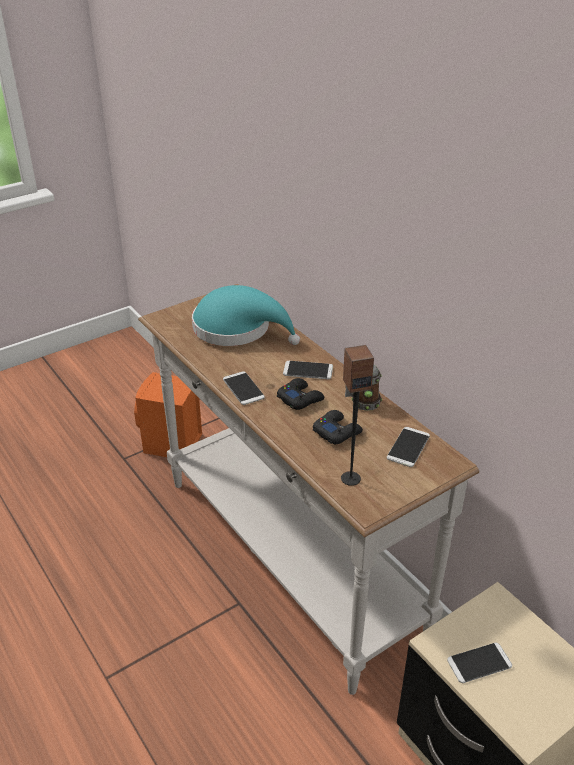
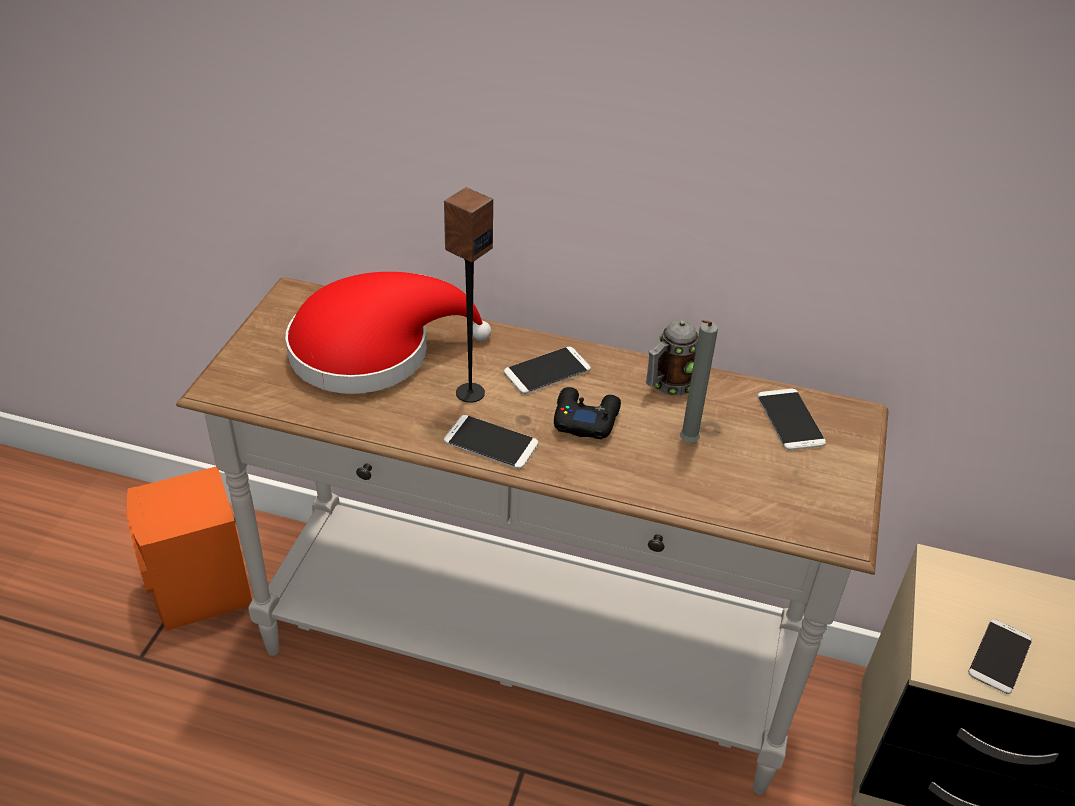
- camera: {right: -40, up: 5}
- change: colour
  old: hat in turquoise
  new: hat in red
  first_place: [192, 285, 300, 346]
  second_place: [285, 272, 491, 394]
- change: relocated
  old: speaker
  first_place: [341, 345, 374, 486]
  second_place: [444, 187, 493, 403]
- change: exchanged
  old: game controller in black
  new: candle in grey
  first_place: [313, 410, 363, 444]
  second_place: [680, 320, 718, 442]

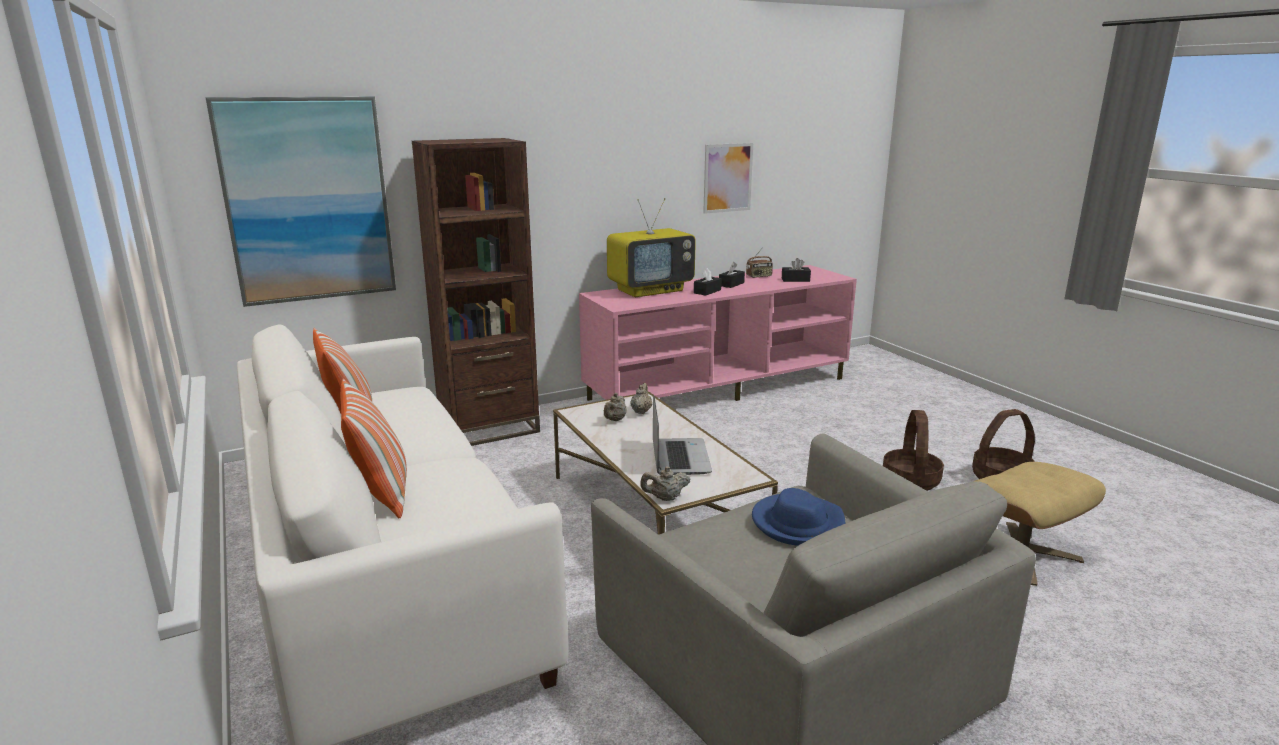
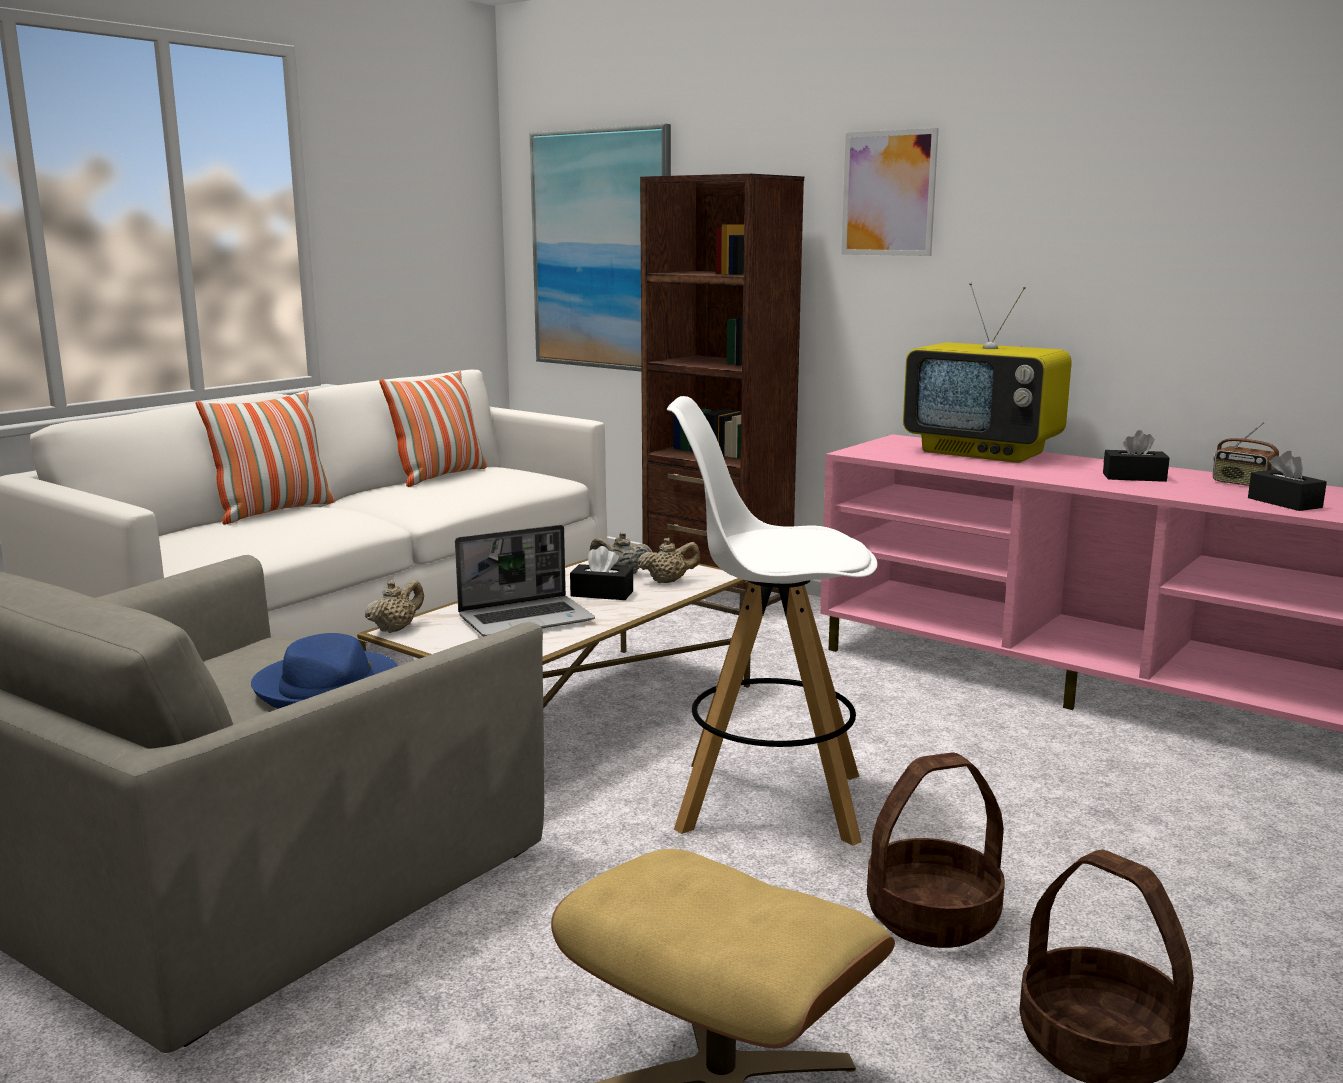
- camera: {right: 65, up: -5}
- change: relocated
  old: picture
  first_place: [703, 143, 753, 214]
  second_place: [841, 128, 939, 256]
- change: relocated
  old: tissue box in black
  first_place: [694, 268, 721, 296]
  second_place: [570, 546, 633, 600]
- change: spun
  old: teapot in beige
  first_place: [640, 466, 690, 501]
  second_place: [365, 580, 424, 633]
  degrees: 75
- change: appeared
  new: stool in white
  second_place: [667, 396, 878, 846]

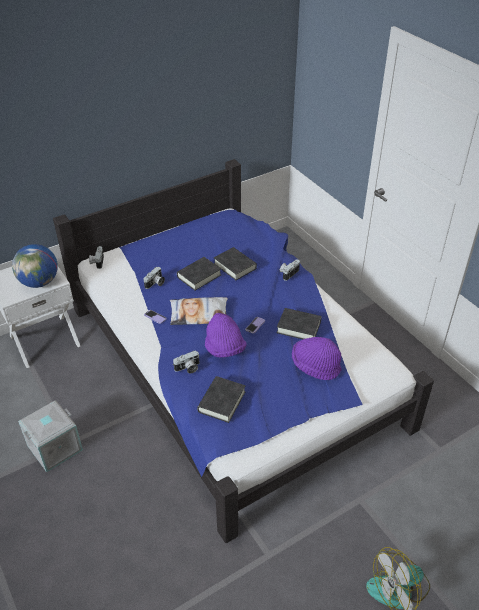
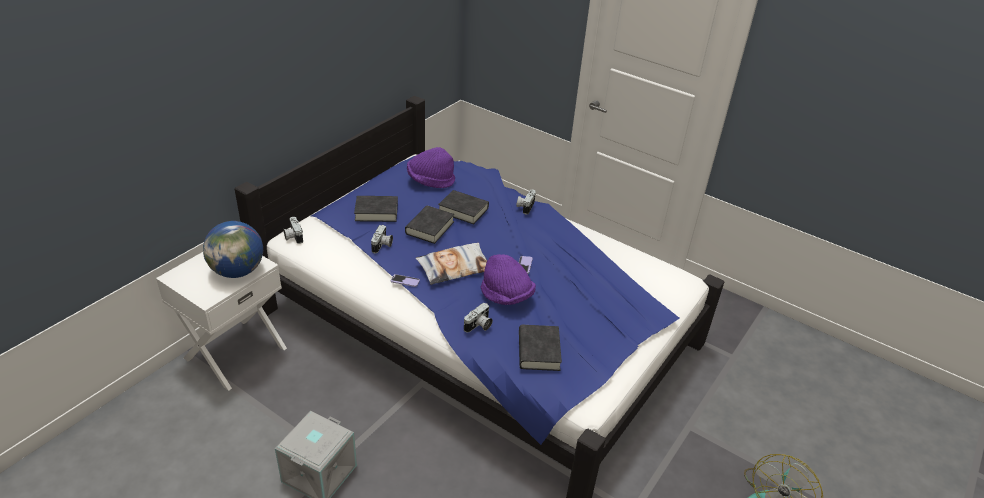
- camera: {right: -25, up: -5}
- change: relocated
  old: book in black
  first_place: [277, 308, 322, 339]
  second_place: [354, 196, 398, 222]
- change: relocated
  old: hat in purple
  first_place: [292, 337, 342, 380]
  second_place: [407, 147, 455, 188]

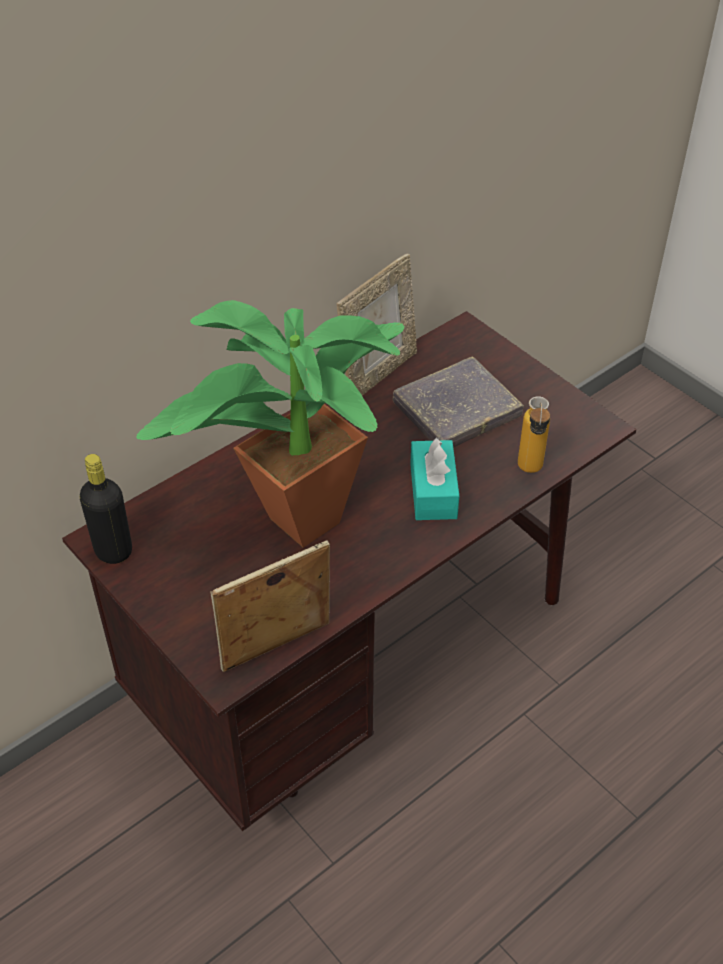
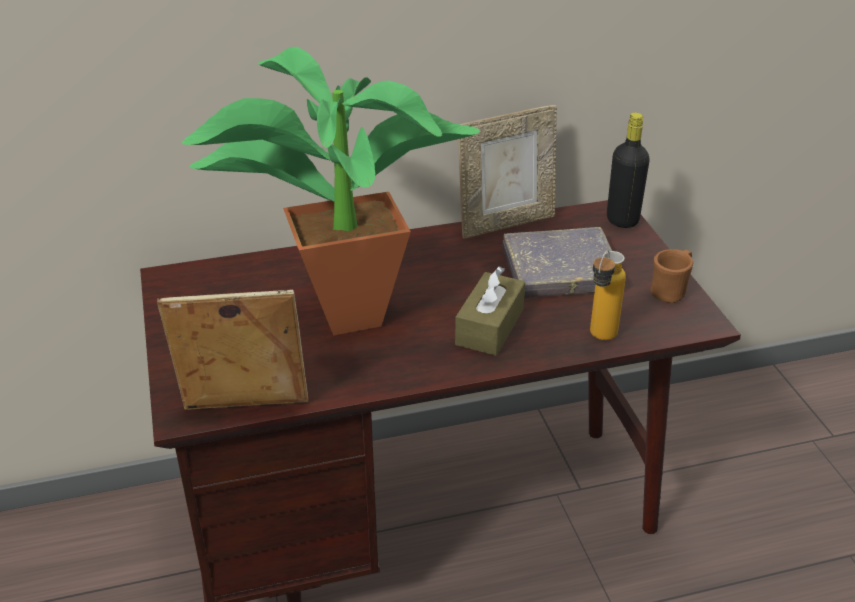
- camera: {right: 25, up: -10}
- change: colour
  old: tissue box in turquoise
  new: tissue box in brown
  first_place: [410, 437, 459, 520]
  second_place: [455, 266, 525, 356]
- change: relocated
  old: bottle in black
  first_place: [80, 454, 132, 564]
  second_place: [607, 112, 650, 228]
- change: appeared
  new: mug in brown
  second_place: [650, 249, 693, 303]

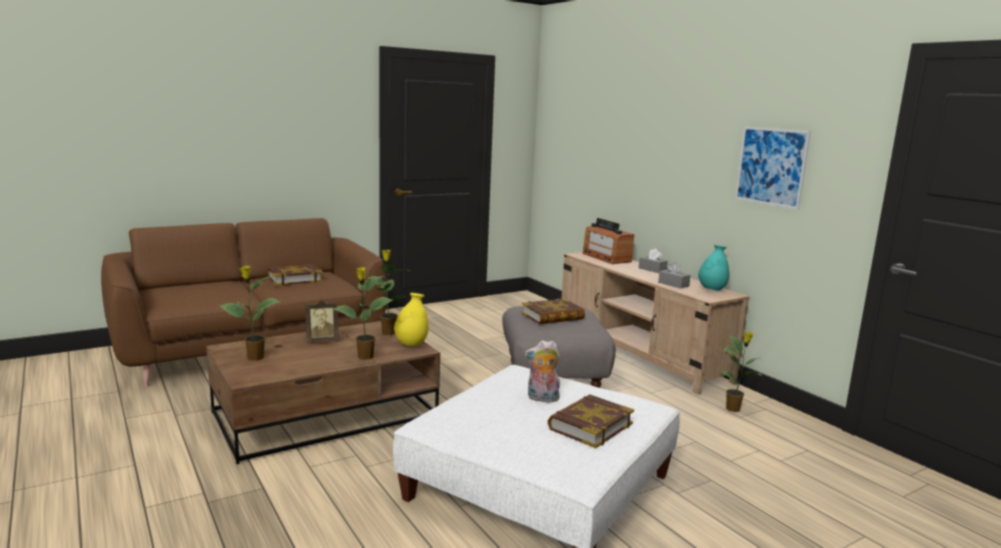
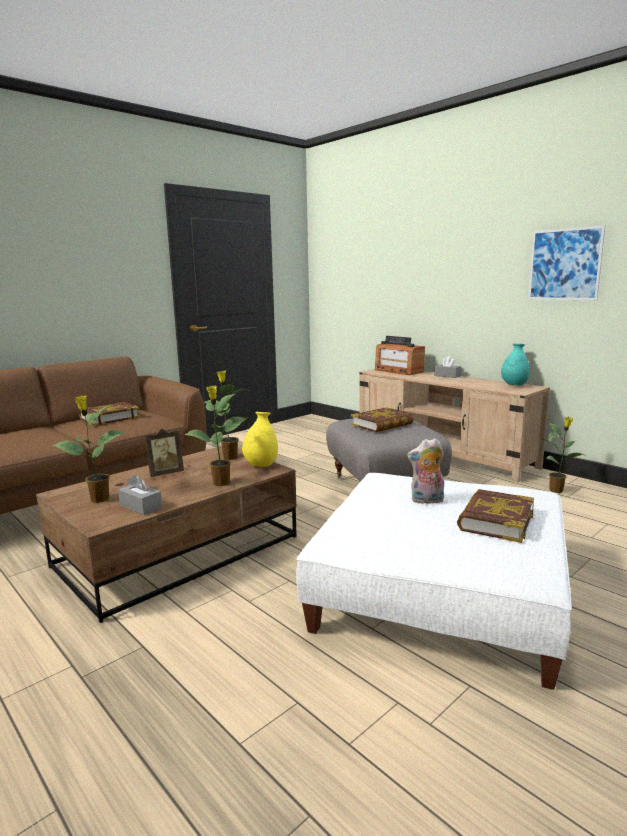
- camera: {right: -10, up: 0}
- change: relocated
  old: tissue box in grey
  first_place: [658, 262, 691, 289]
  second_place: [118, 474, 162, 515]

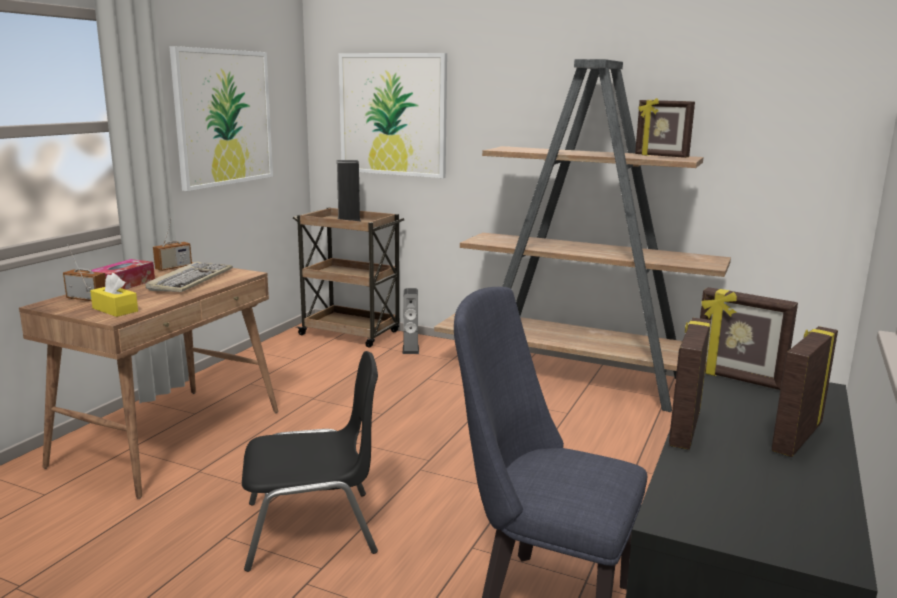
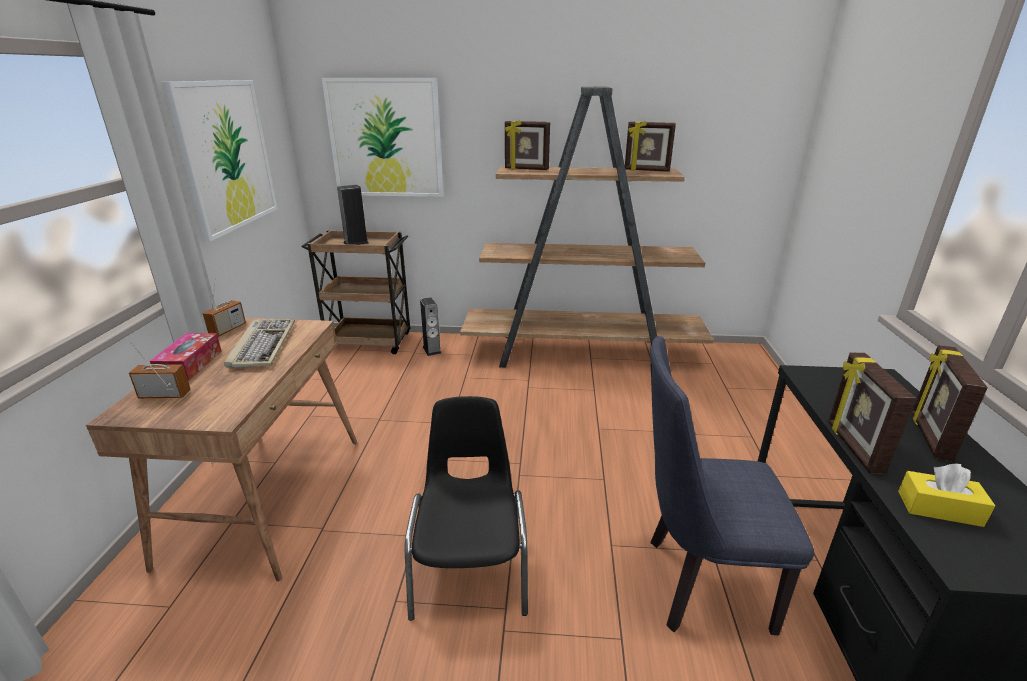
- camera: {right: -20, up: 10}
- change: relocated
  old: tissue box in yellow
  first_place: [90, 273, 138, 317]
  second_place: [898, 464, 995, 527]
- change: relocated
  old: picture frame
  first_place: [700, 287, 798, 390]
  second_place: [504, 120, 550, 170]
- change: spun
  old: chair in black
  first_place: [242, 351, 378, 572]
  second_place: [405, 396, 528, 621]
  degrees: -60

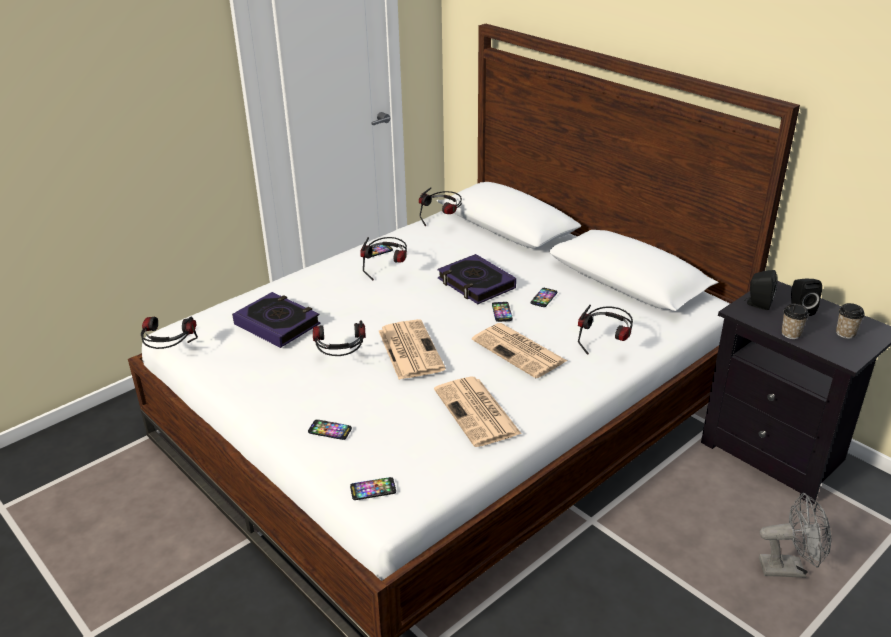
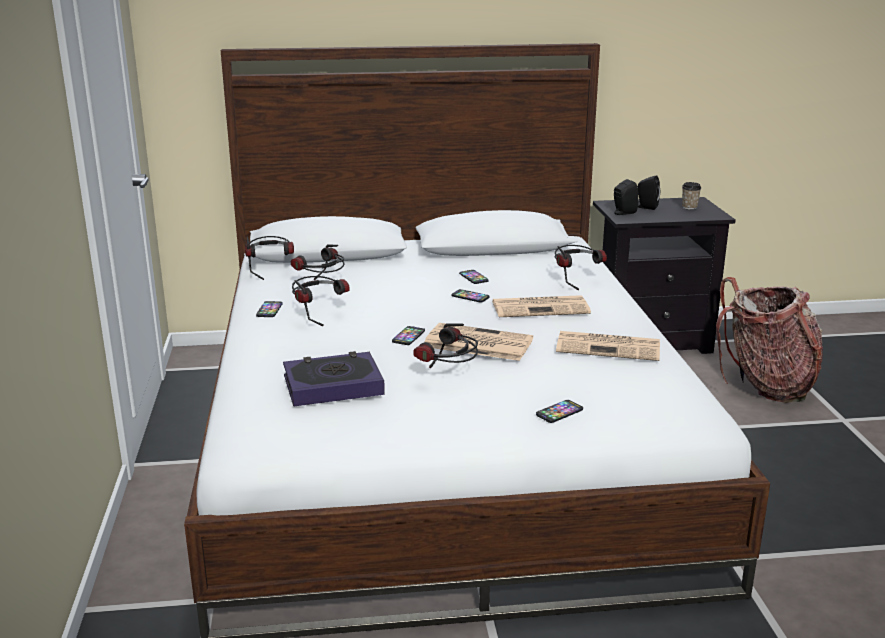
- camera: {right: -55, up: -10}
- change: missing
  old: book
  first_place: [437, 254, 516, 304]
- change: missing
  old: cup
  first_place: [782, 304, 809, 339]
- change: relocated
  old: headphones
  first_place: [141, 317, 198, 349]
  second_place: [291, 244, 345, 280]
- change: relocated
  old: phone
  first_place: [350, 477, 396, 500]
  second_place: [392, 326, 425, 345]
- change: exchanged
  old: fan in grey
  new: backpack
  first_place: [759, 493, 831, 578]
  second_place: [716, 277, 823, 403]

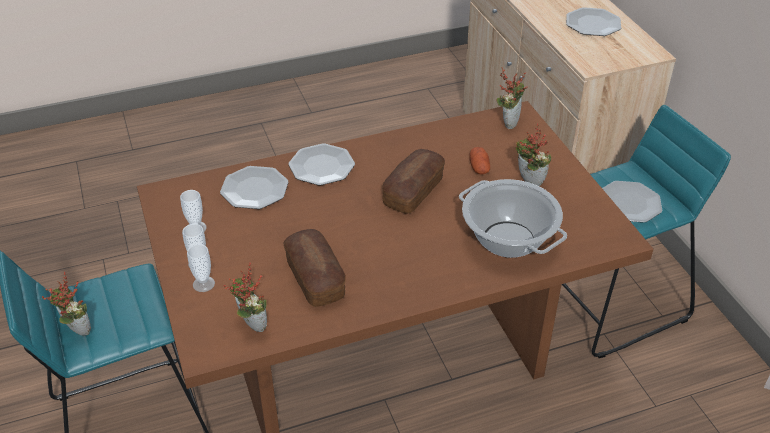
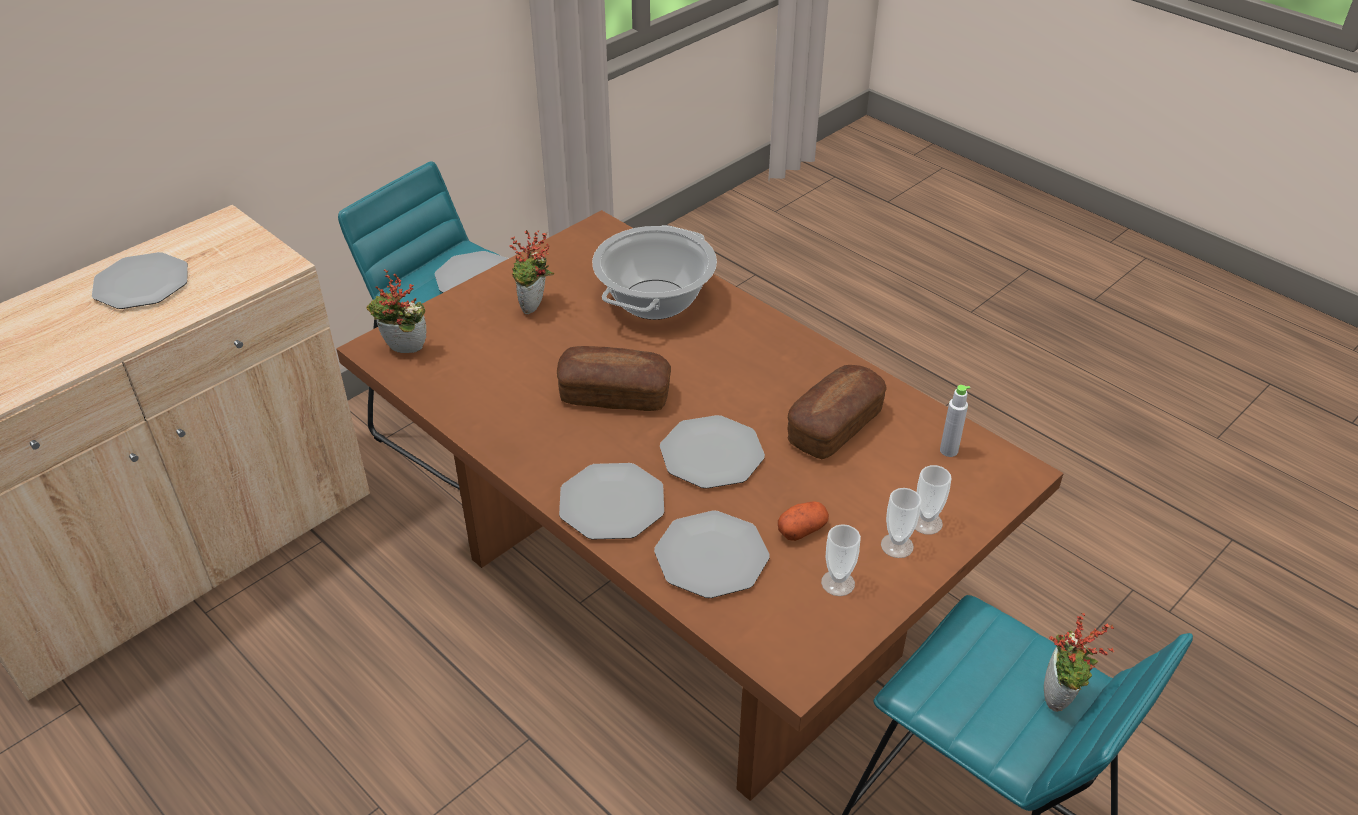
- camera: {right: -115, up: 0}
- change: relocated
  old: potato
  first_place: [470, 147, 490, 175]
  second_place: [778, 501, 829, 541]
- change: exchanged
  old: potted plant
  new: bottle in grey
  first_place: [223, 263, 267, 332]
  second_place: [940, 385, 970, 457]
- change: appeared
  new: plate
  second_place: [660, 415, 765, 489]

